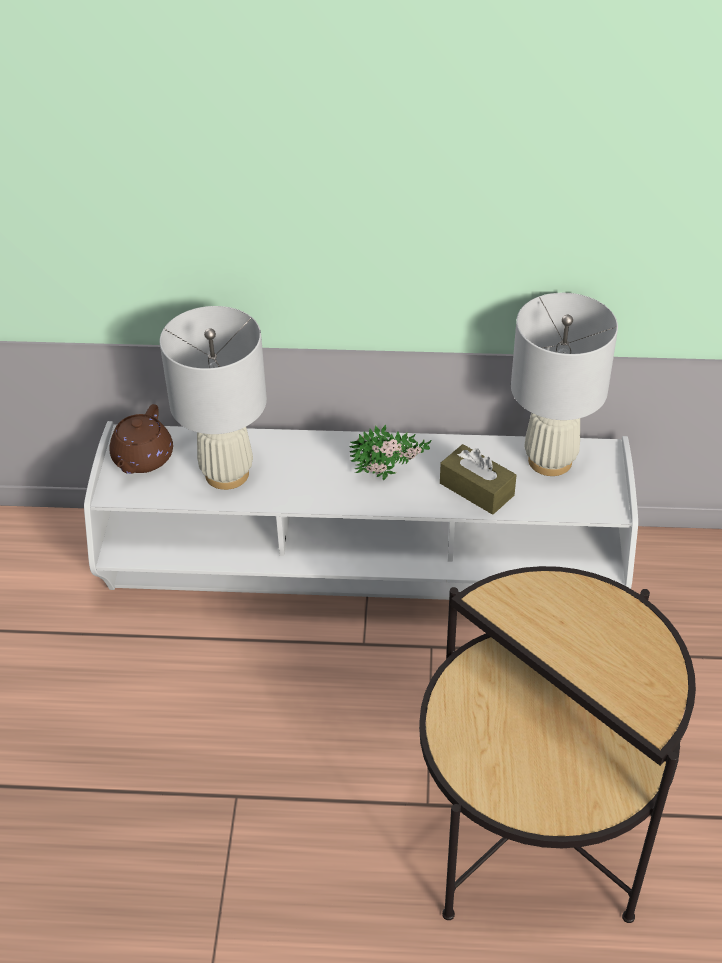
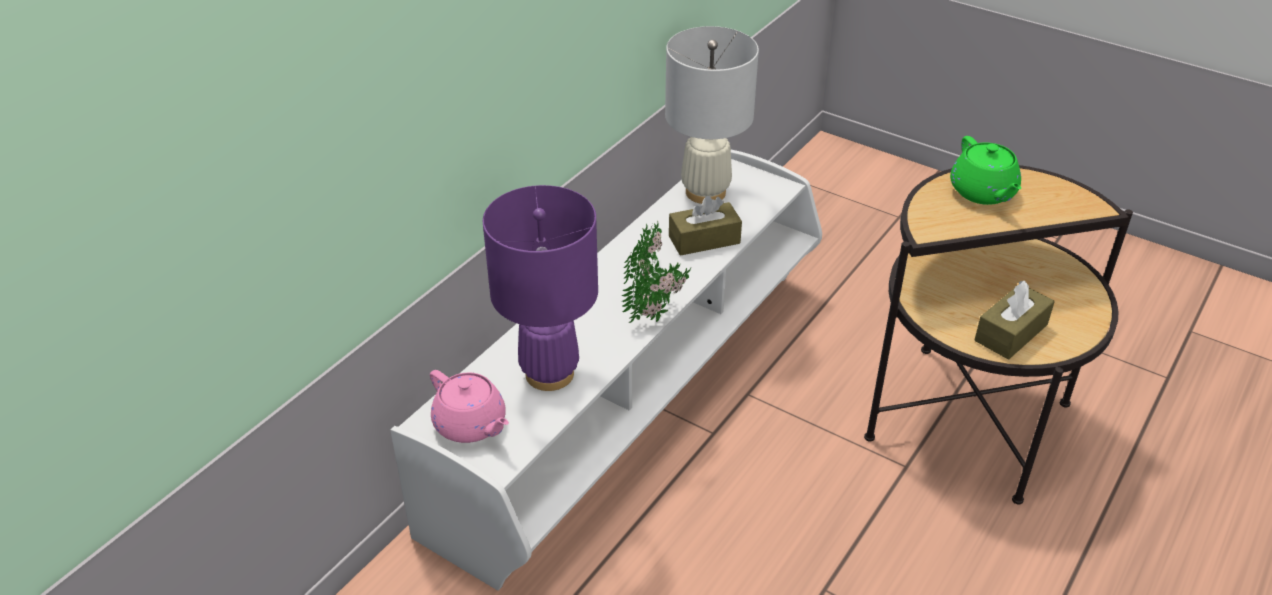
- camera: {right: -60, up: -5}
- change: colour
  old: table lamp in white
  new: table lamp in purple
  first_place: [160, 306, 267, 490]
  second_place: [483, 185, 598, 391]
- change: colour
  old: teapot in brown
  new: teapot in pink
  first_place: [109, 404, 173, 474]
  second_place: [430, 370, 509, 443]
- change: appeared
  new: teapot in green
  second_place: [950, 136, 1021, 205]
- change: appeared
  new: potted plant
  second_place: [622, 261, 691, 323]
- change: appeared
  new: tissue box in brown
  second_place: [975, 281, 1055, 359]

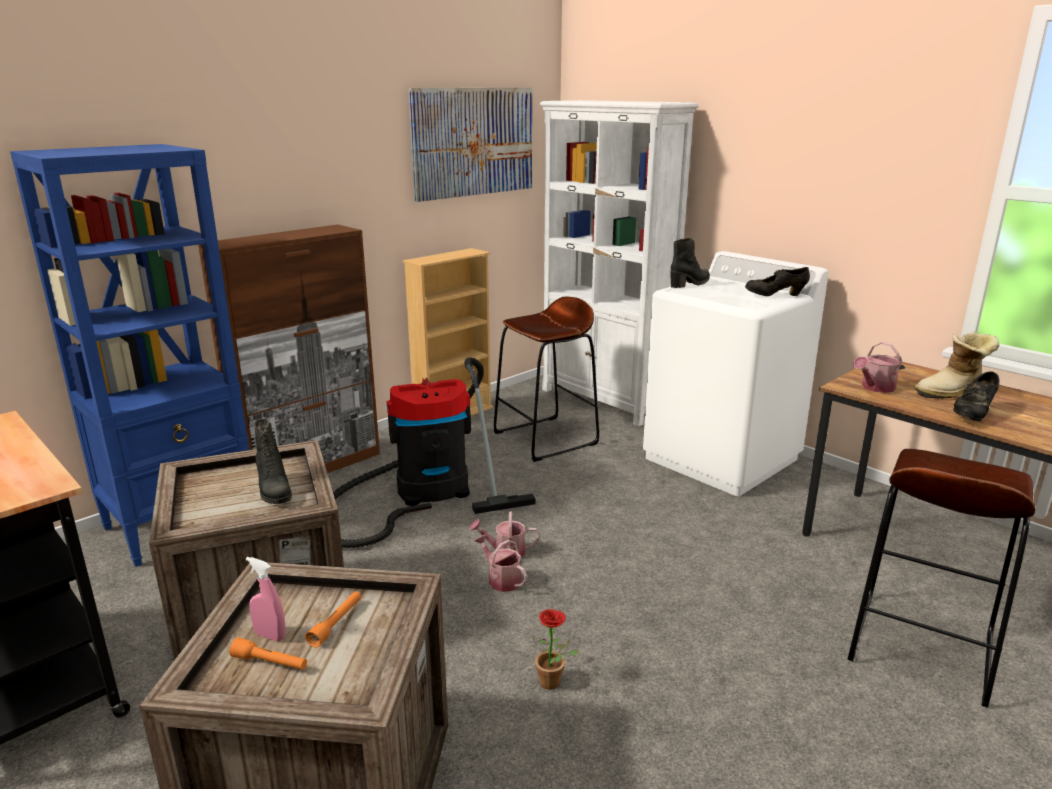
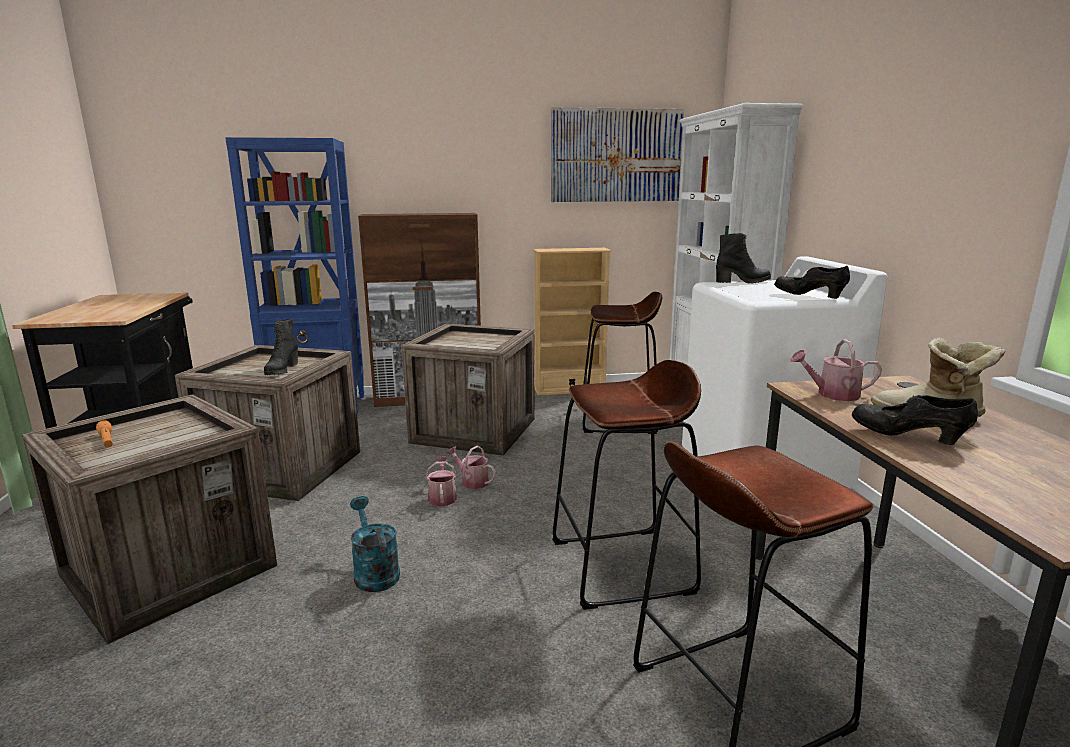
- camera: {right: 35, up: -5}
- change: exchanged
  old: vacuum cleaner
  new: crate
  first_place: [333, 358, 535, 548]
  second_place: [401, 323, 535, 456]
- change: spun
  old: shoe in black
  first_place: [953, 371, 1000, 421]
  second_place: [852, 395, 978, 445]
  degrees: 45
- change: missing
  old: spray bottle in pink
  first_place: [246, 557, 286, 642]
- change: missing
  old: flashlight in orange
  first_place: [305, 591, 361, 648]
- change: exchanged
  old: potted plant
  new: watering can in turquoise
  first_place: [532, 609, 579, 690]
  second_place: [350, 496, 400, 592]
- change: appeared
  new: stool in brown
  second_place: [552, 360, 701, 610]

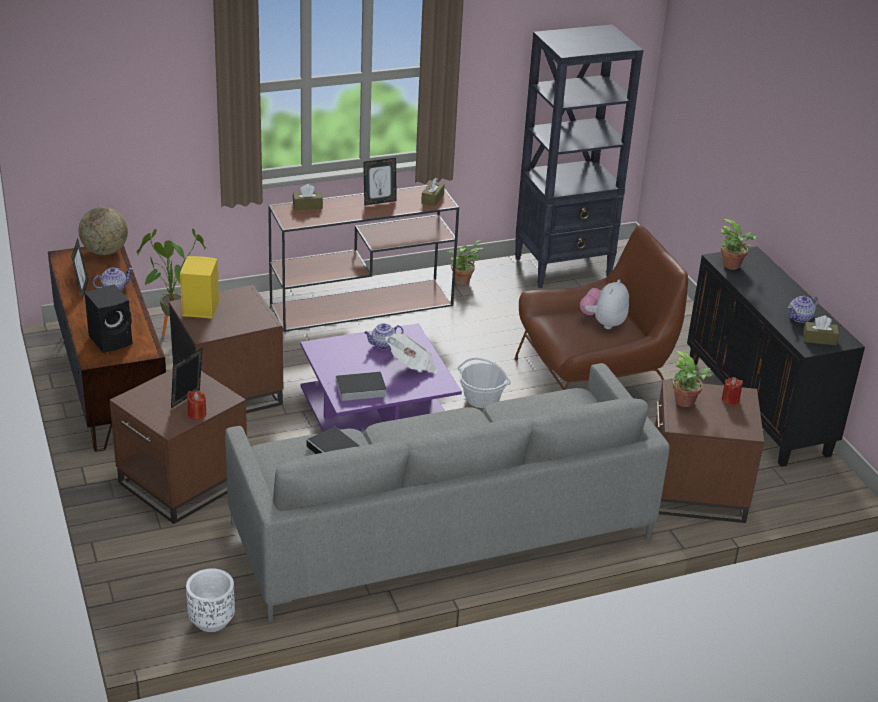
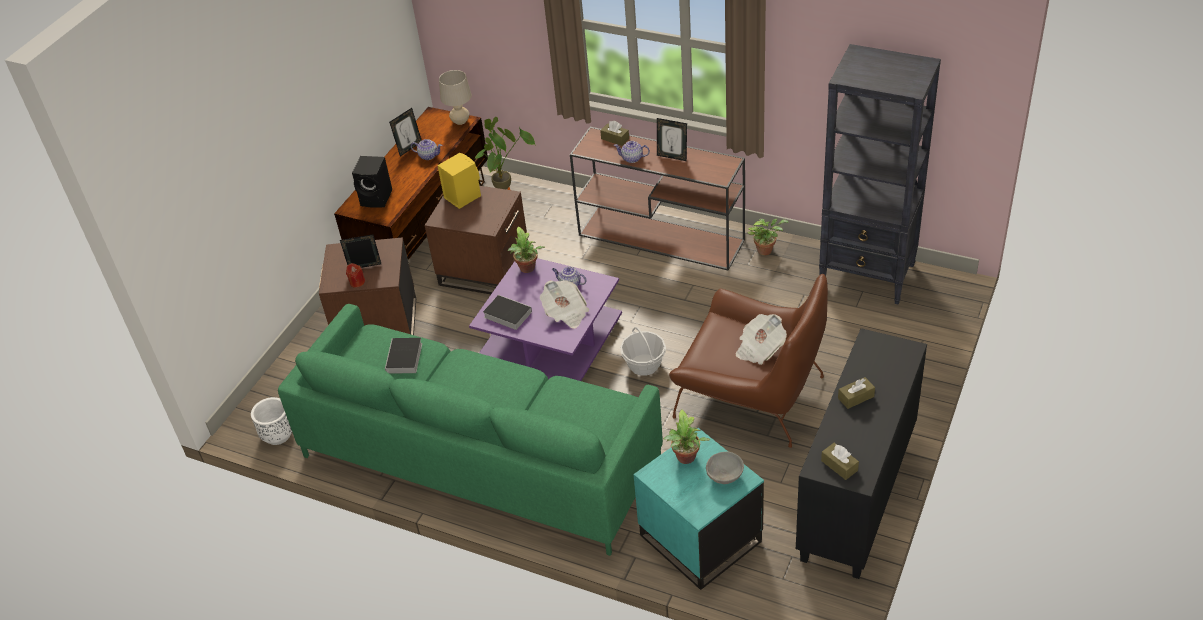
- camera: {right: 50, up: 10}
- change: relocated
  old: tissue box in brown
  first_place: [421, 178, 445, 206]
  second_place: [838, 377, 875, 409]
- change: exchanged
  old: globe
  new: table lamp in beige
  first_place: [79, 207, 128, 255]
  second_place: [439, 70, 472, 125]
- change: relocated
  old: potted plant
  first_place: [720, 219, 758, 270]
  second_place: [507, 227, 545, 273]
- change: exchanged
  old: plush toy
  new: newspaper
  first_place: [580, 280, 629, 329]
  second_place: [736, 314, 787, 365]
- change: relocated
  old: teapot
  first_place: [788, 296, 818, 323]
  second_place: [614, 141, 650, 163]
- change: colour
  old: sofa in grey
  new: sofa in green
  first_place: [225, 363, 670, 623]
  second_place: [278, 304, 663, 556]
- change: exchanged
  old: candle in red
  new: bowl in grey
  first_place: [722, 377, 743, 405]
  second_place: [706, 452, 744, 484]
- change: colour
  old: side table in brown
  new: side table in turquoise
  first_place: [655, 380, 764, 523]
  second_place: [633, 428, 764, 590]

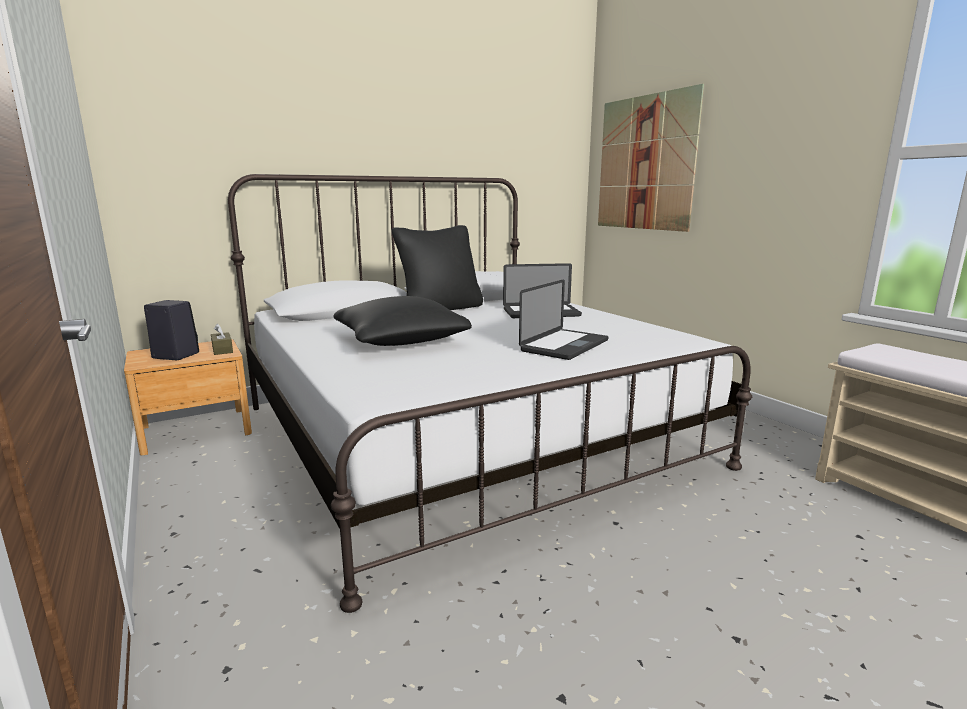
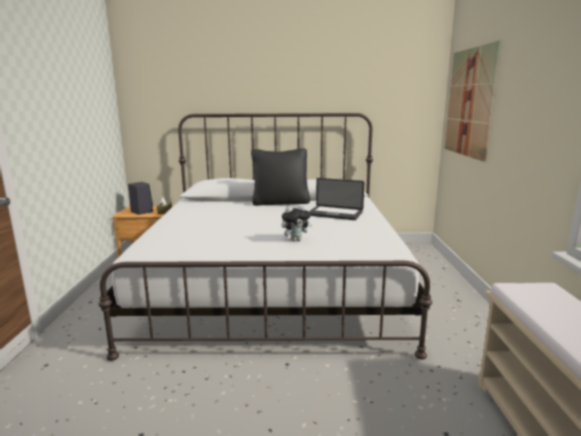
- camera: {right: 30, up: 0}
- change: exchanged
  old: laptop
  new: plush toy
  first_place: [519, 279, 608, 360]
  second_place: [281, 205, 312, 242]
- change: missing
  old: pillow in black
  first_place: [333, 296, 472, 346]

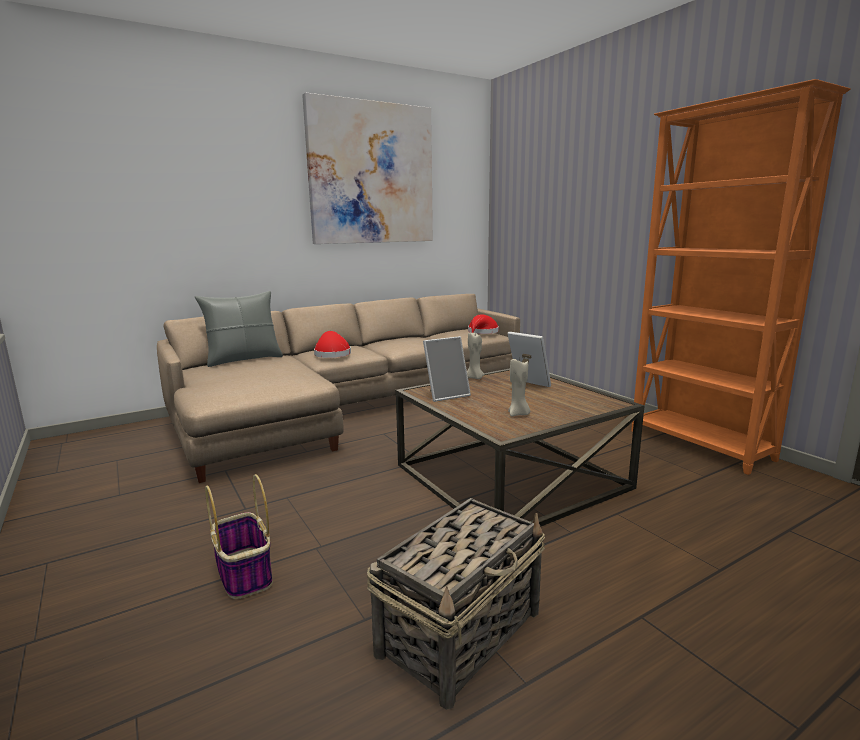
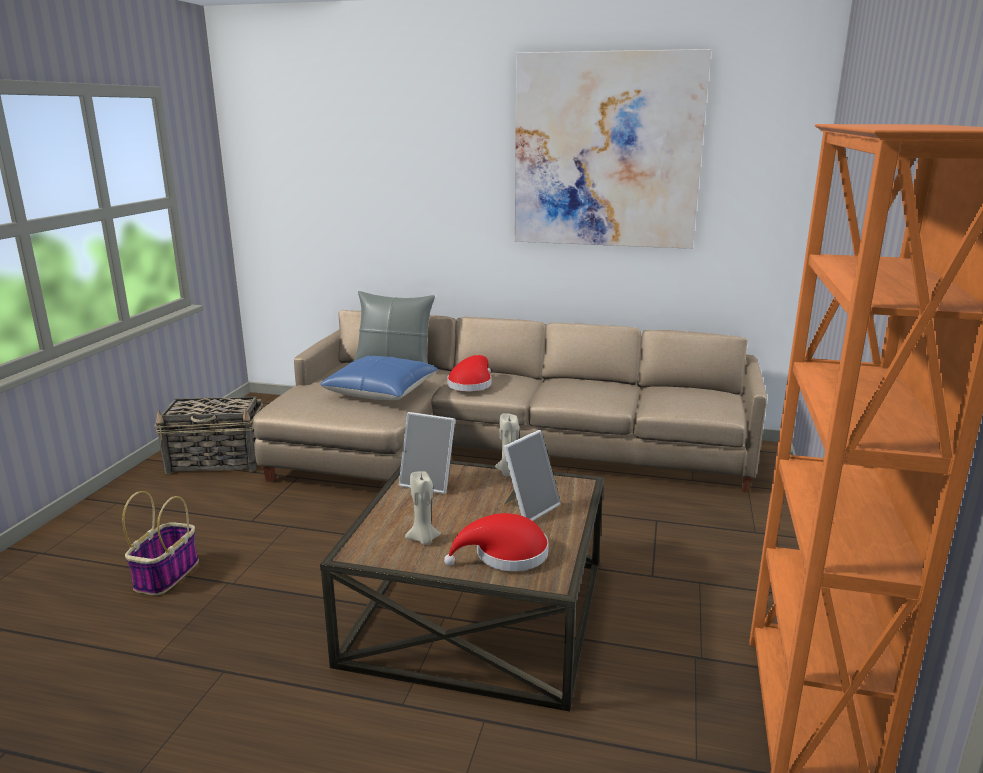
- camera: {right: 45, up: 5}
- change: relocated
  old: hat in red
  first_place: [468, 314, 499, 334]
  second_place: [444, 513, 549, 571]
- change: spun
  old: picture frame
  first_place: [507, 332, 551, 389]
  second_place: [503, 430, 561, 521]
  degrees: 45
- change: relocated
  old: basket
  first_place: [367, 498, 545, 710]
  second_place: [154, 397, 263, 474]
- change: appeared
  new: pillow in blue
  second_place: [320, 356, 438, 400]

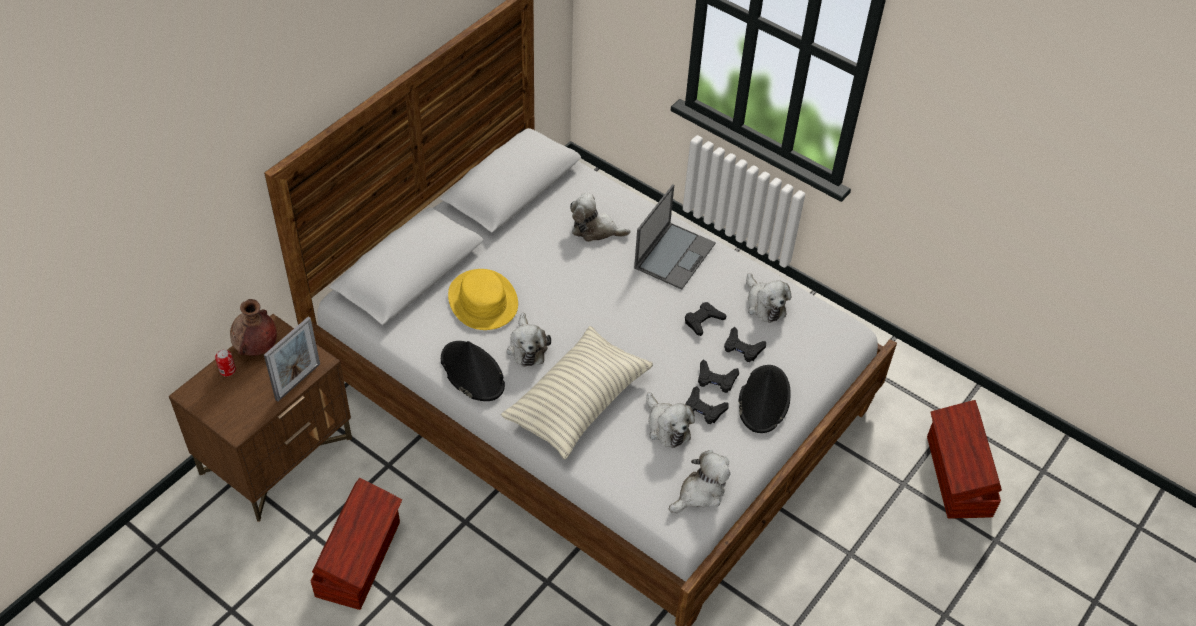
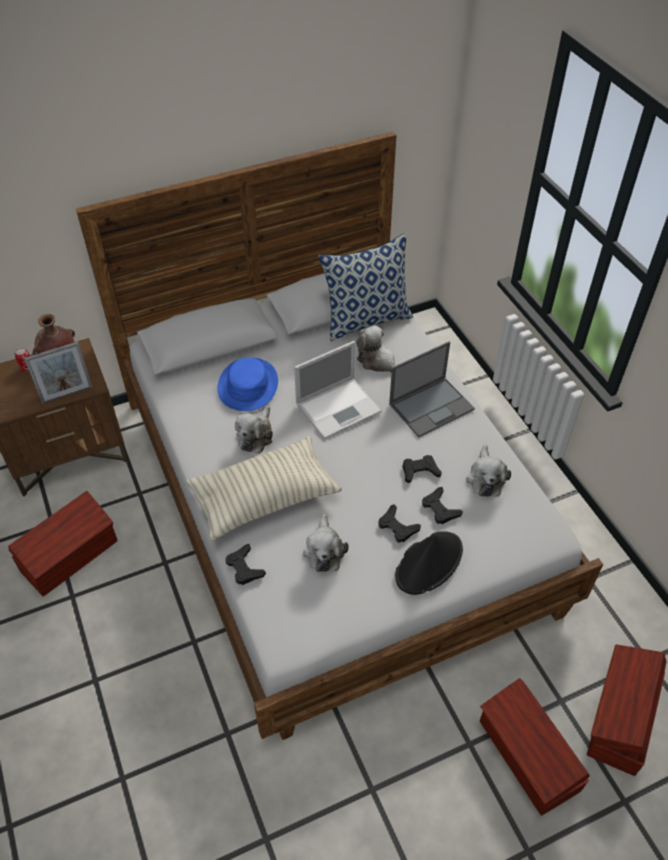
- camera: {right: 30, up: 0}
- change: colour
  old: hat in yellow
  new: hat in blue
  first_place: [448, 269, 518, 330]
  second_place: [217, 357, 278, 411]
- change: missing
  old: hat in black
  first_place: [441, 341, 505, 401]
- change: relocated
  old: game controller in black
  first_place: [685, 386, 729, 424]
  second_place: [226, 544, 266, 585]
- change: missing
  old: plush toy
  first_place: [669, 450, 730, 513]
- change: appeared
  new: pillow
  second_place: [318, 233, 413, 341]
- change: appeared
  new: laptop
  second_place: [294, 341, 382, 439]
- change: appeared
  new: storage box in brown
  second_place: [480, 678, 590, 816]

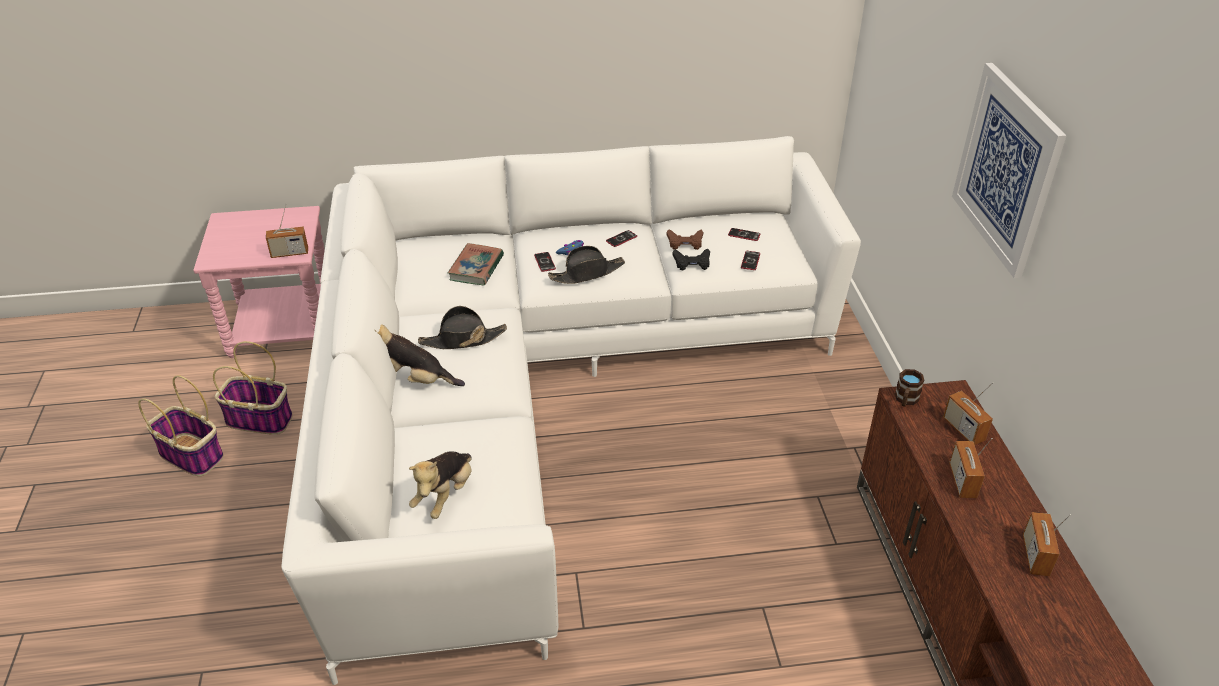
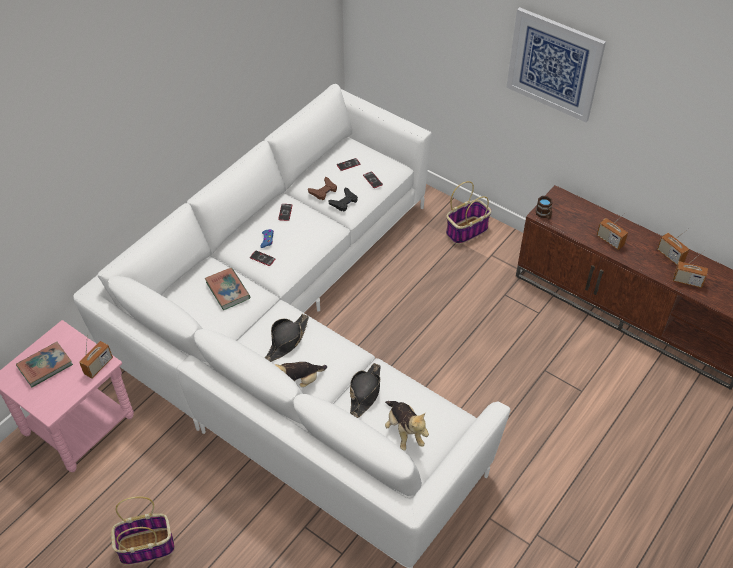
- camera: {right: -45, up: 10}
- change: relocated
  old: hat in black
  first_place: [548, 246, 625, 284]
  second_place: [350, 363, 381, 418]
- change: relocated
  old: basket
  first_place: [213, 341, 293, 435]
  second_place: [446, 181, 491, 244]
- change: relocated
  old: radio
  first_place: [943, 382, 993, 445]
  second_place: [673, 250, 708, 288]
- change: appeared
  new: book
  second_place: [16, 342, 73, 387]

